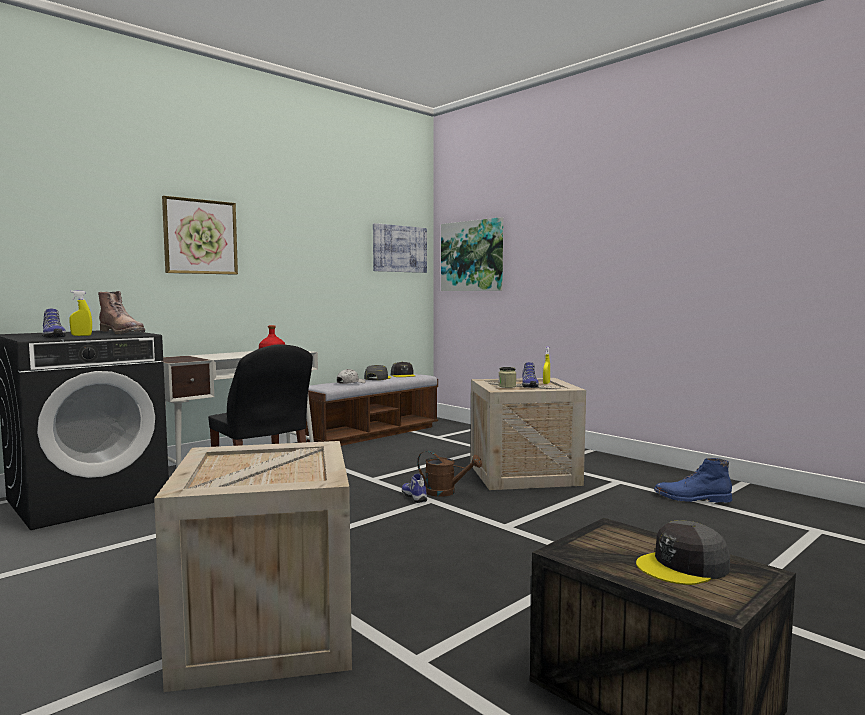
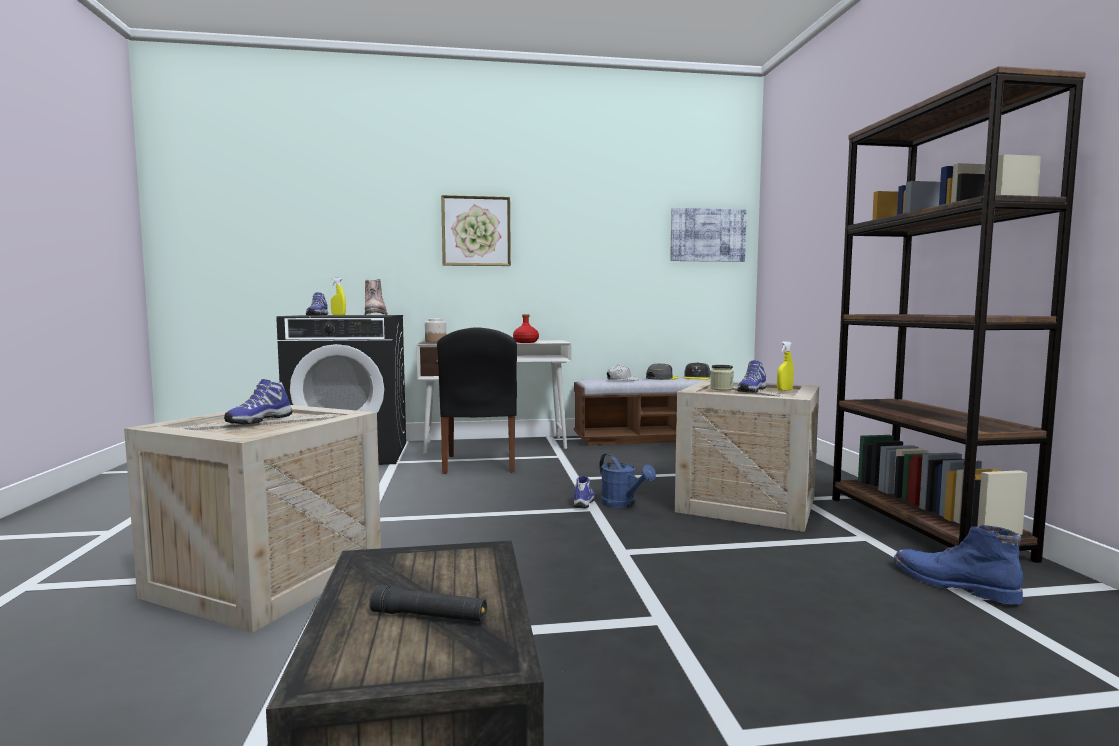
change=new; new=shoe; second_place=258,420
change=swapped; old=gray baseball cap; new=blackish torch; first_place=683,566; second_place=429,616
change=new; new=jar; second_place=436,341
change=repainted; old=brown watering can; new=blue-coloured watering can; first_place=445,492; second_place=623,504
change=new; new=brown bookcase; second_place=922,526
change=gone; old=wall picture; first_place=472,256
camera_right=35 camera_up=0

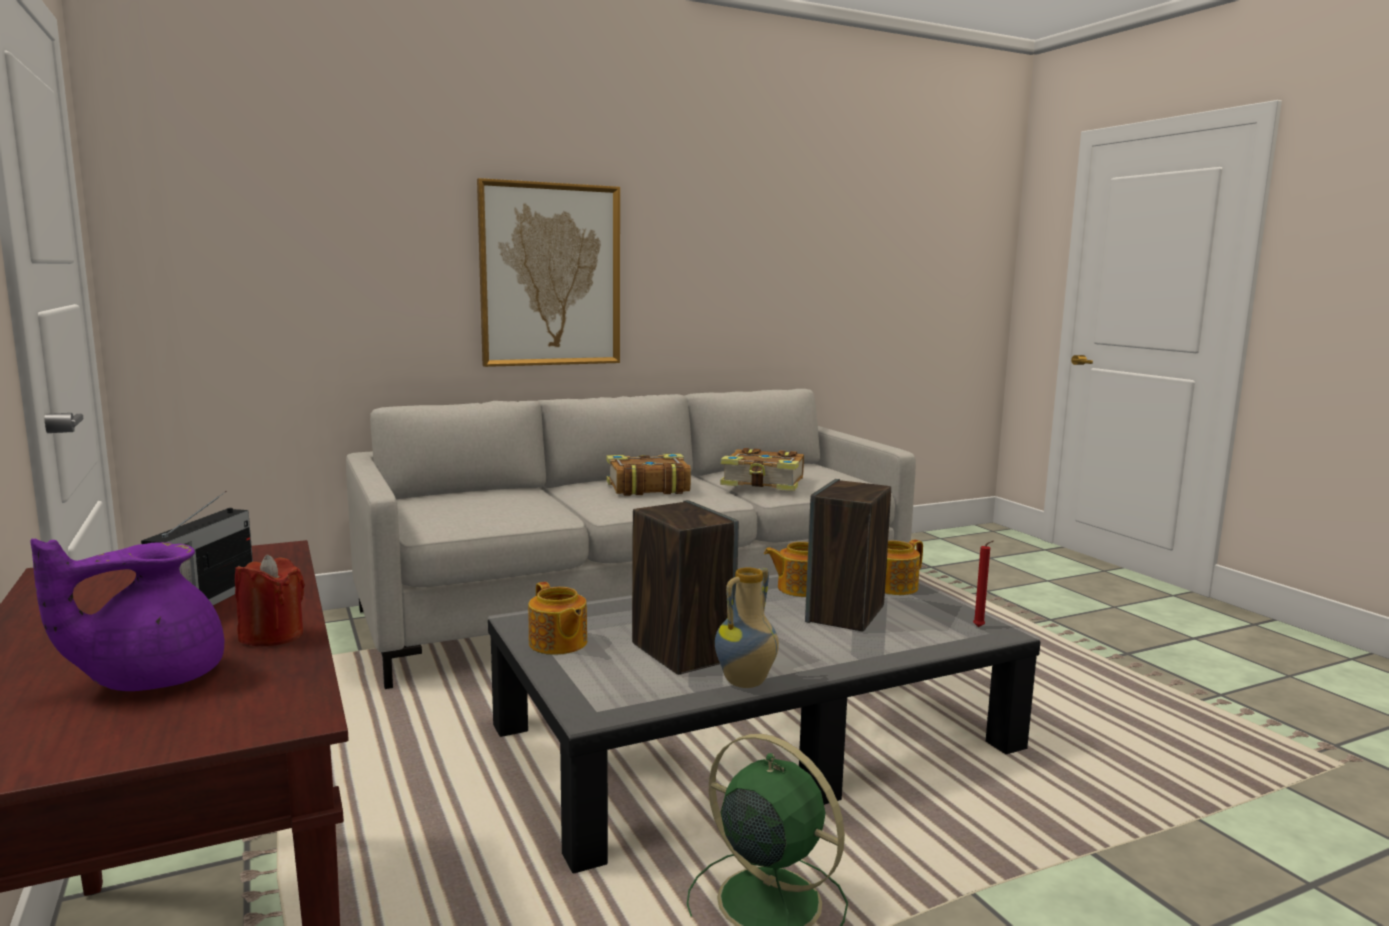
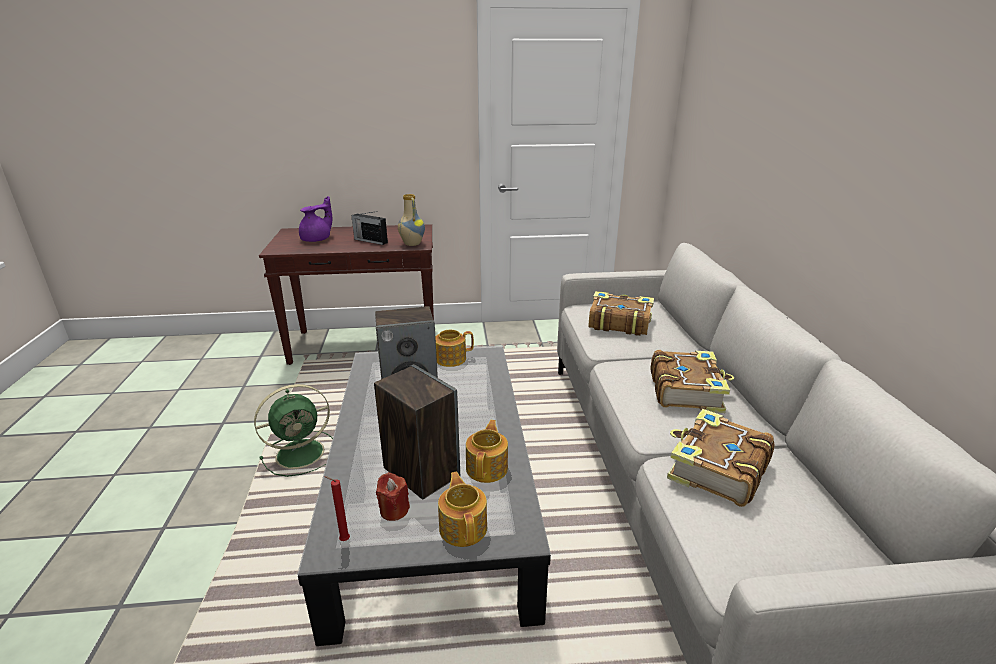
change=rotated; old=purple tea pot; first_place=150,678; second_place=317,239; degrees=60
change=shifted; old=red-coloured wax candle; first_place=272,636; second_place=394,510
change=shifted; old=vase; first_place=746,683; second_place=411,244
change=new; new=volume; second_place=618,322
change=gone; old=wall picture; first_place=550,275
camera_right=110 camera_up=15

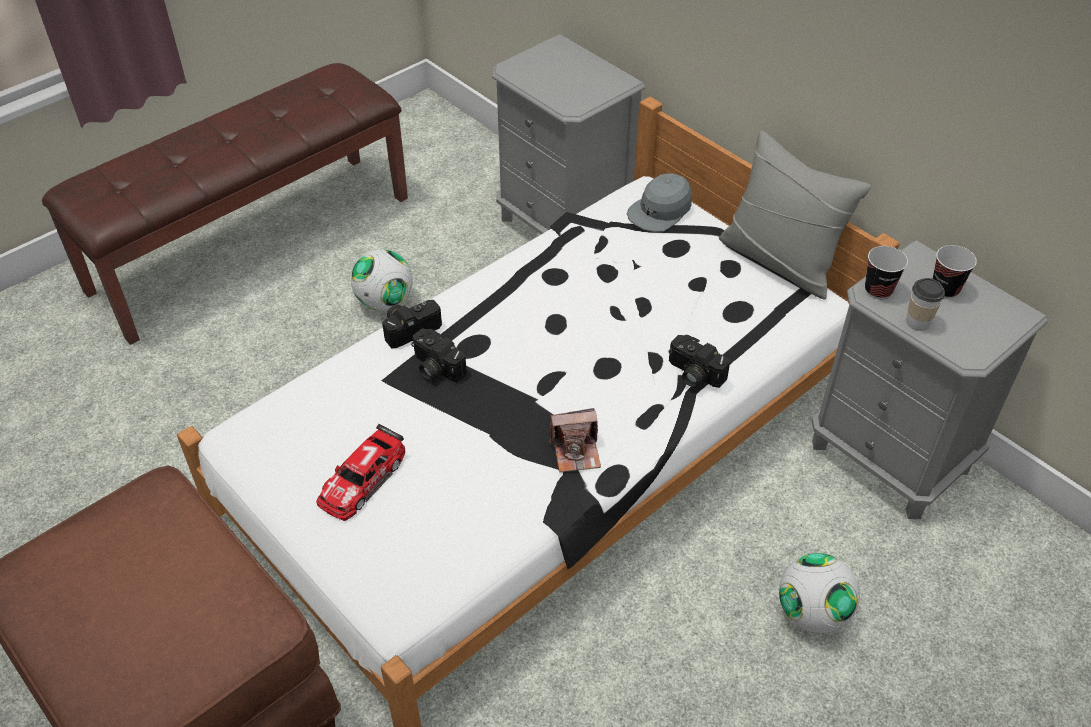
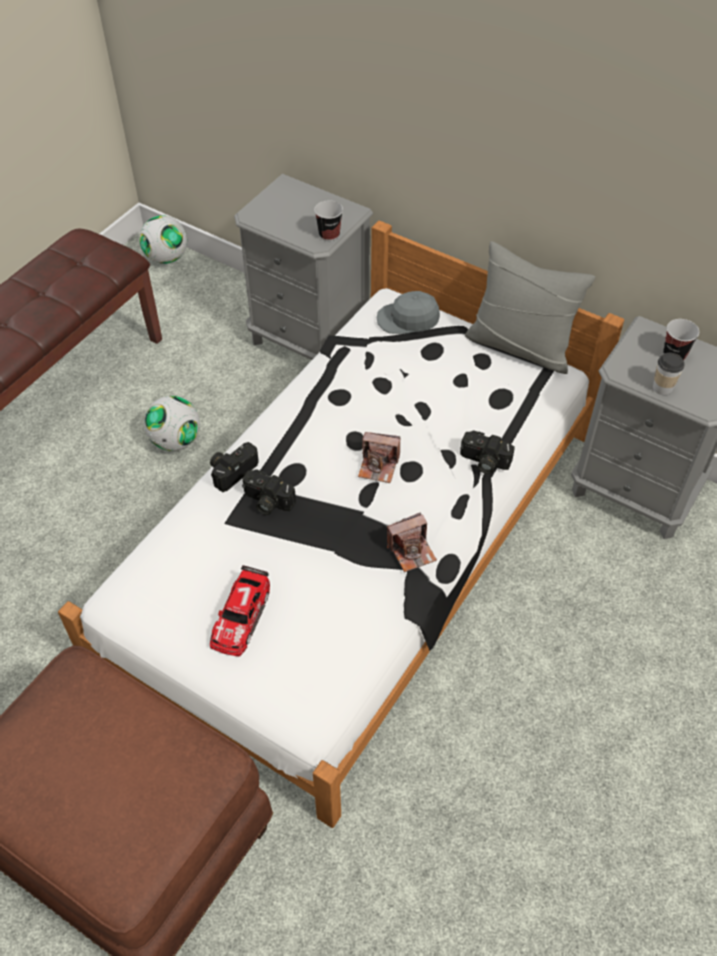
change=shifted; old=football; first_place=812,613; second_place=166,258
change=shifted; old=small cup; first_place=878,290; second_place=329,235
change=new; new=photo camera; second_place=378,466
change=rotated; old=gray baseball cap; first_place=660,210; second_place=408,319; degrees=60
camera_right=-15 camera_up=5

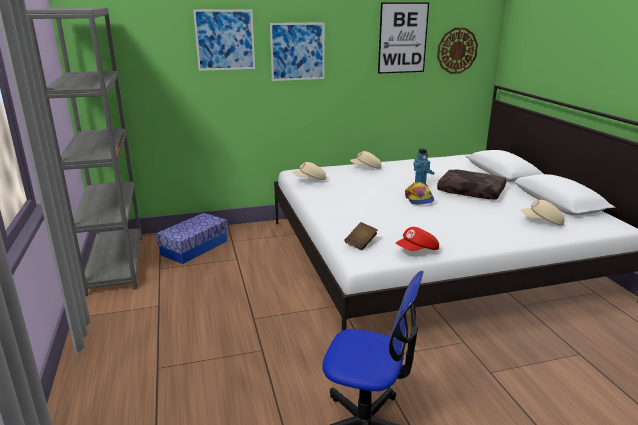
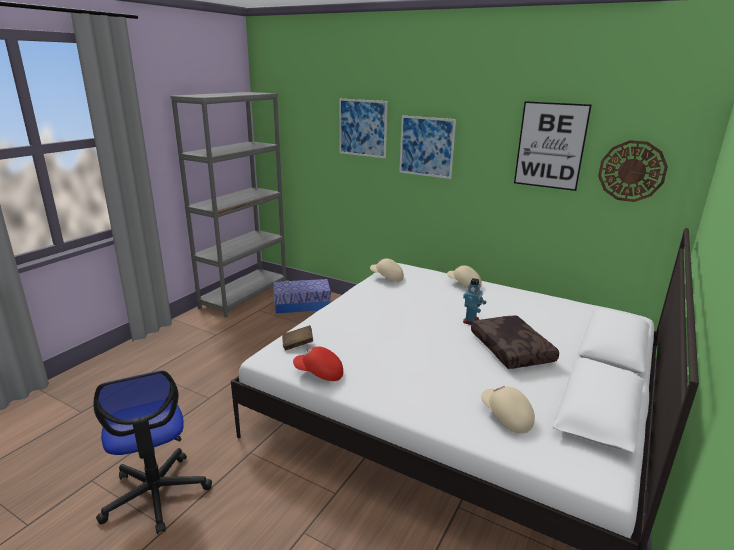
change=gone; old=baseball cap; first_place=419,199
camera_right=45 camera_up=0

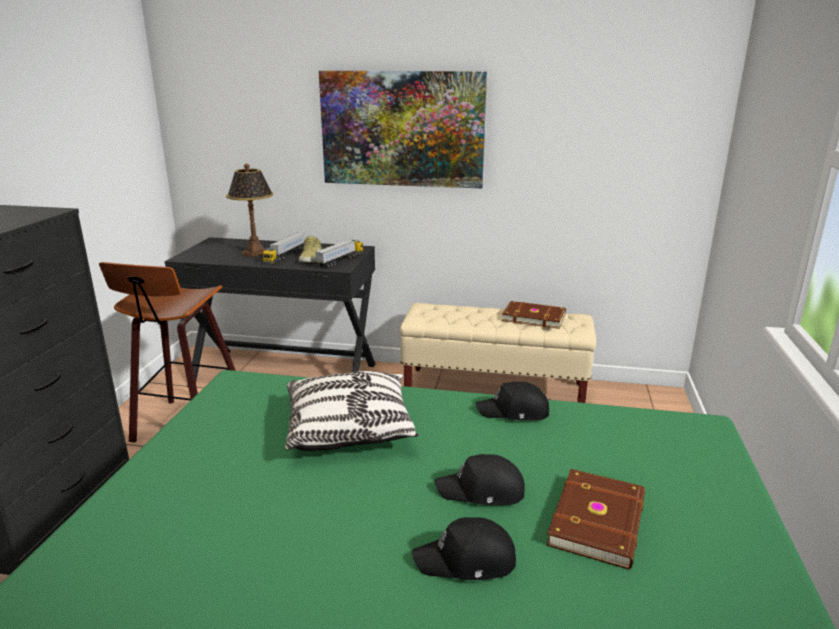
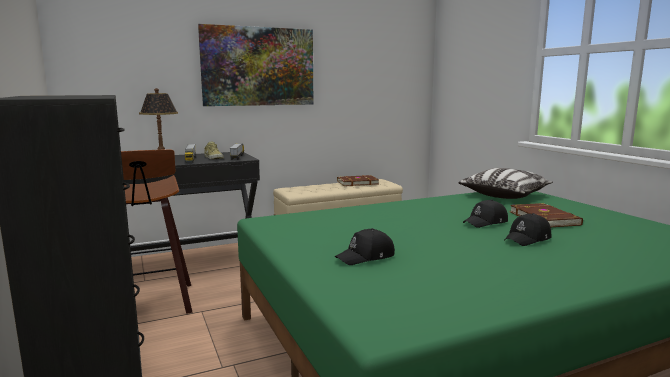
change=shifted; old=blackish baseball cap; first_place=514,412; second_place=366,257
change=shifted; old=cushion; first_place=349,428; second_place=504,195
camera_right=-35 camera_up=-10

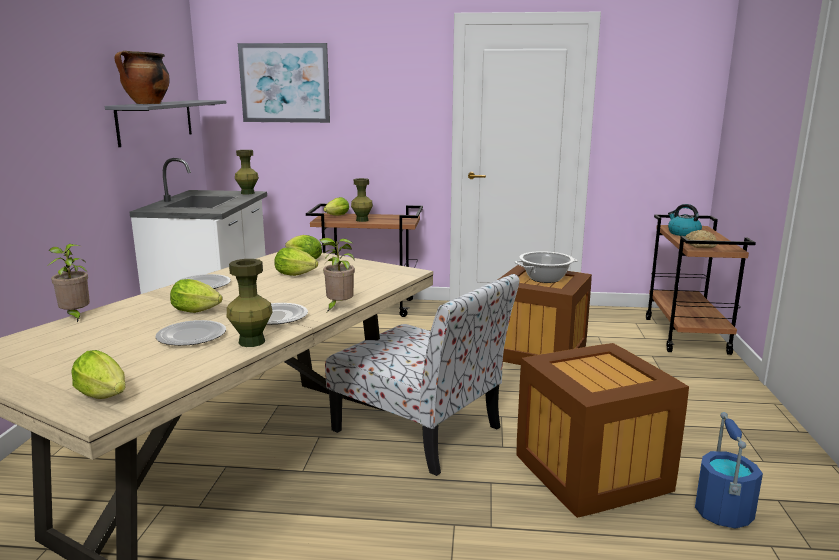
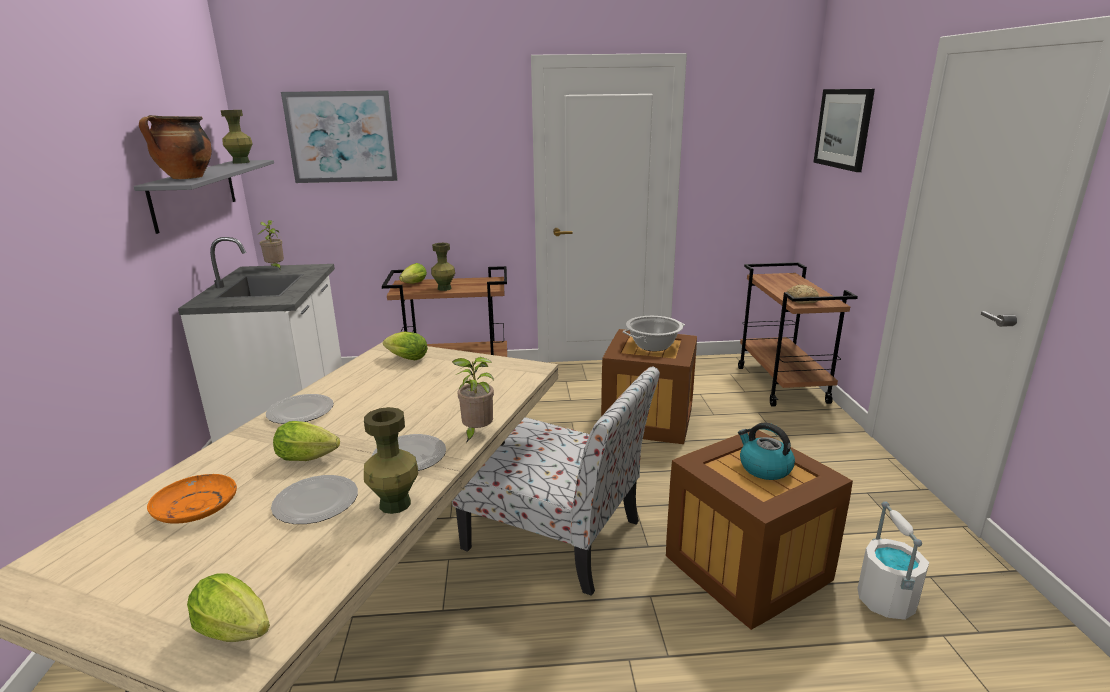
change=new; new=orange plate; second_place=195,508
change=shifted; old=greenish vase; first_place=247,193; second_place=241,162
change=shifted; old=potted plant; first_place=75,317; second_place=275,268
change=shifted; old=tea kettle; first_place=683,233; second_place=764,468
change=new; new=wall picture; second_place=843,128
change=repainted; old=blue-coloured pail; new=white-coloured pail; first_place=722,512; second_place=885,600
change=gone; old=lettuce; first_place=297,275
camera_right=-10 camera_up=5

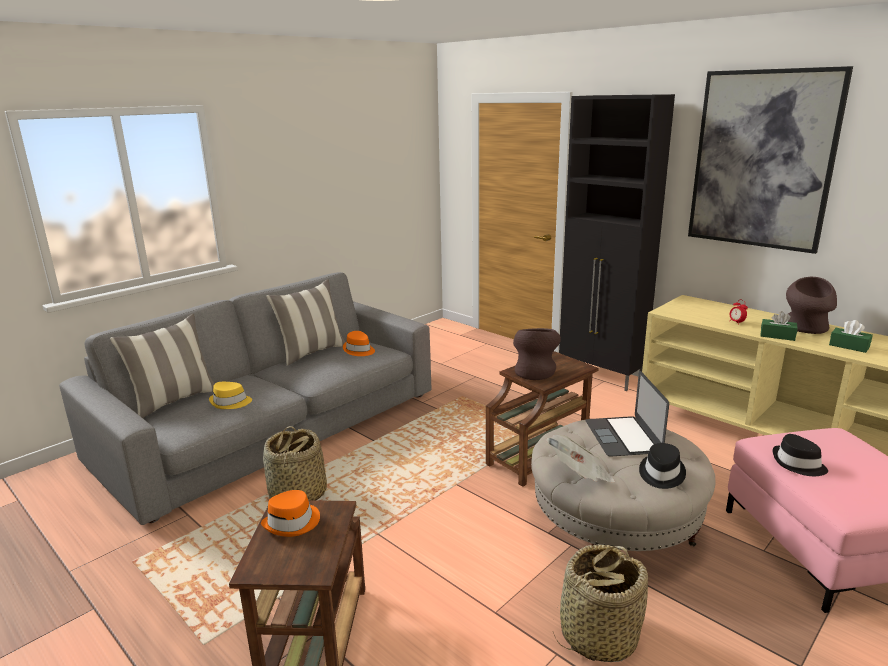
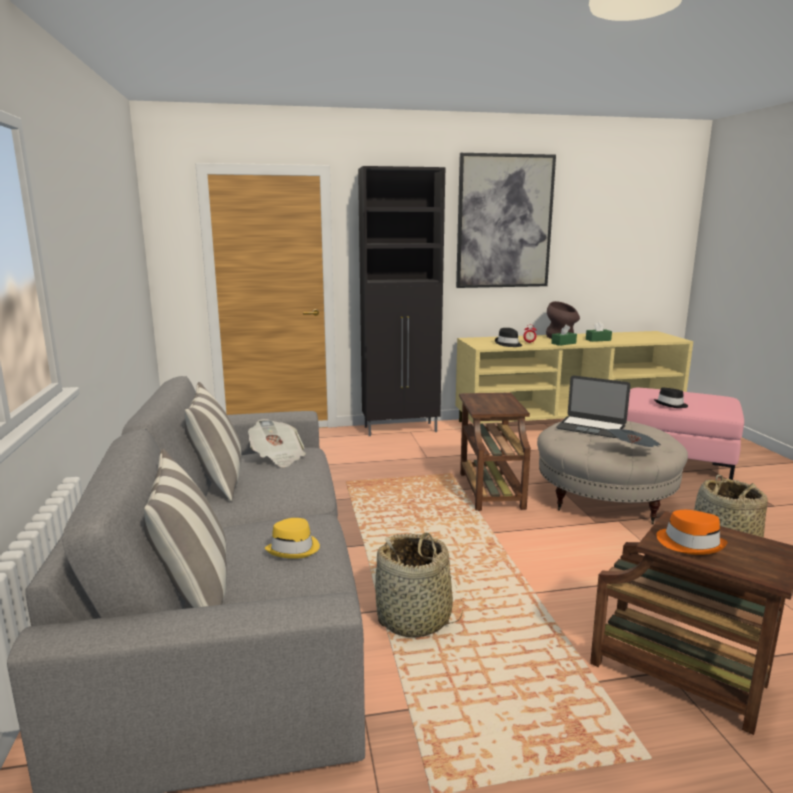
change=swapped; old=orange hat; new=daily paper; first_place=359,350; second_place=277,457
change=shifted; old=blackish hat; first_place=661,473; second_place=508,344
change=gone; old=brown vase; first_place=534,371
camera_right=-55 camera_up=-5

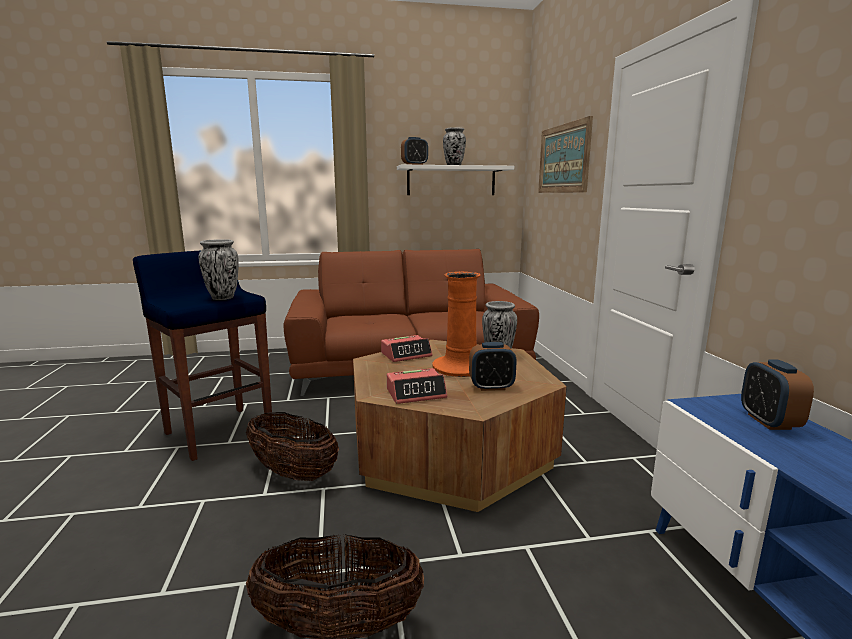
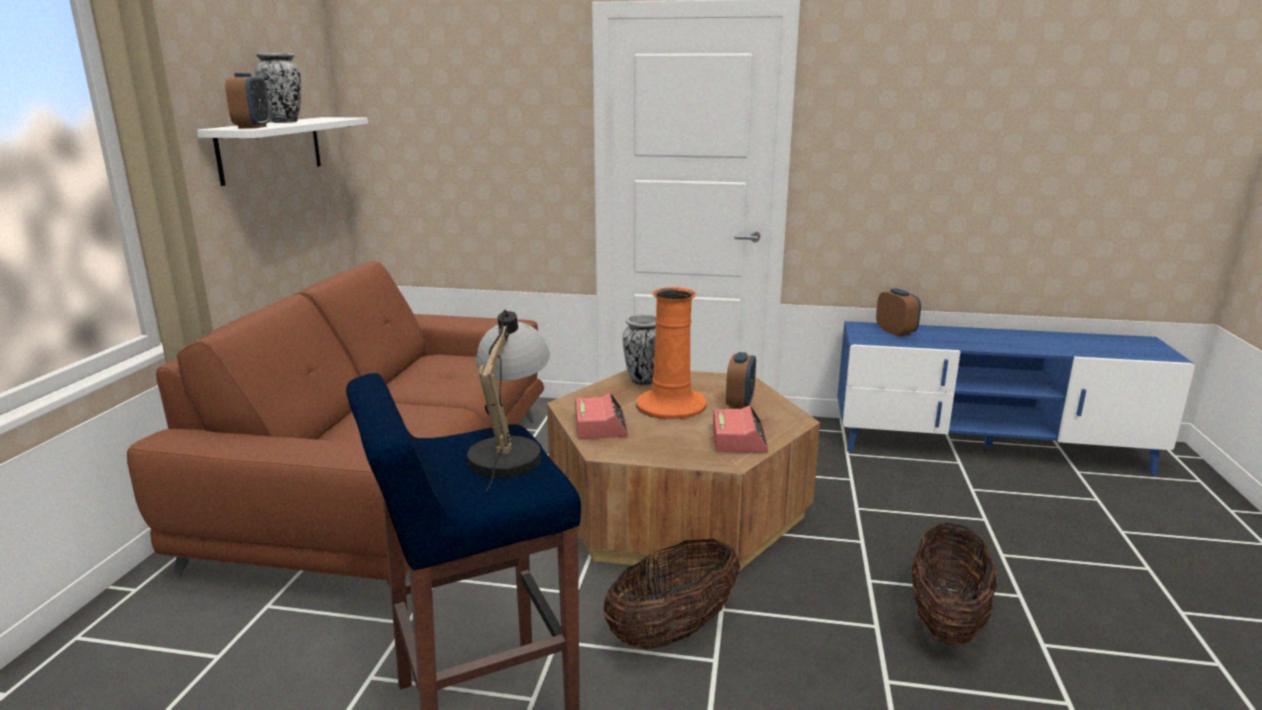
change=swapped; old=vase; new=tabletop lamp; first_place=222,297; second_place=509,450
change=rotated; old=table clock; first_place=769,422; second_place=896,332; degrees=-135
change=gone; old=wall picture; first_place=563,159
camera_right=-70 camera_up=5

